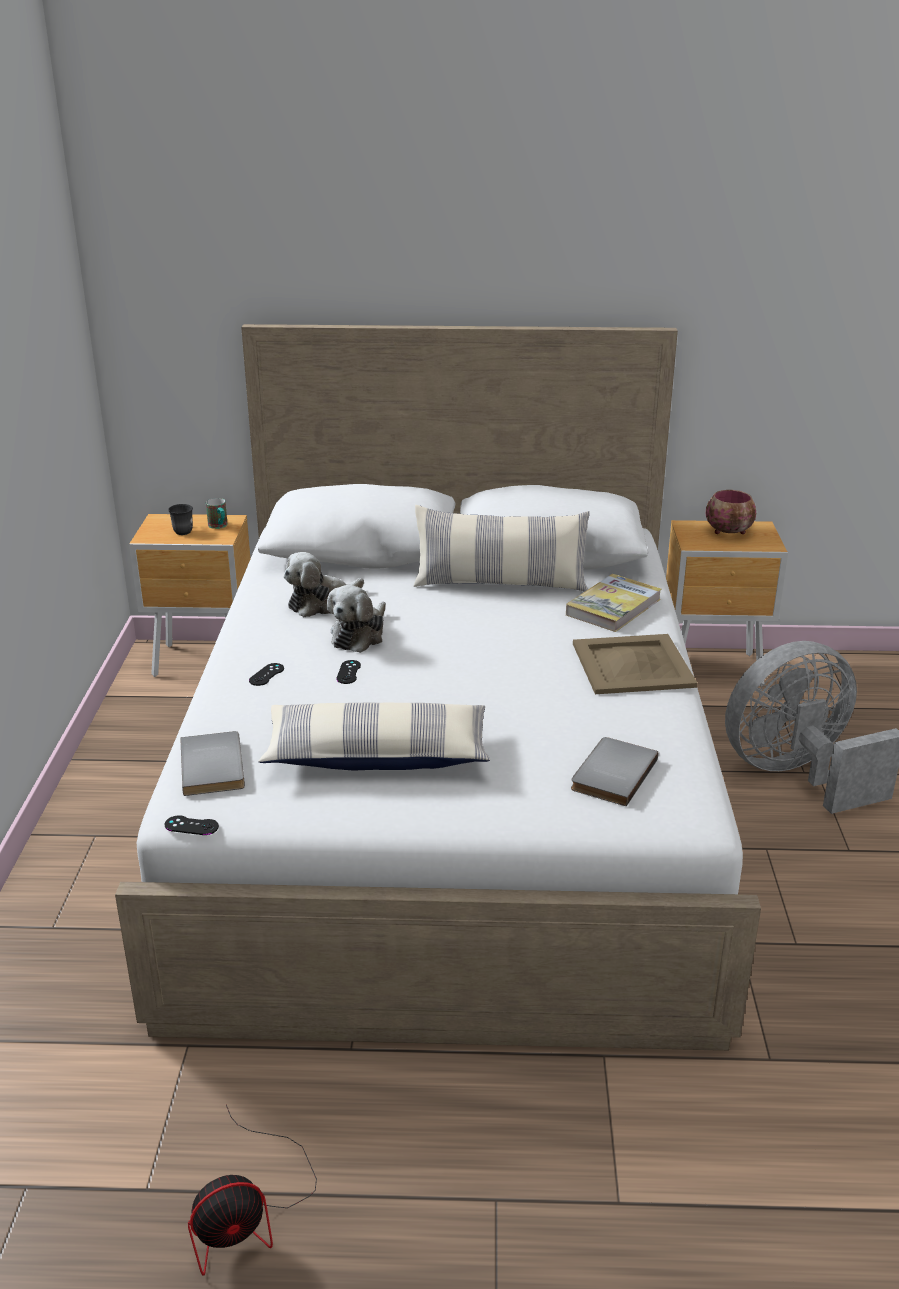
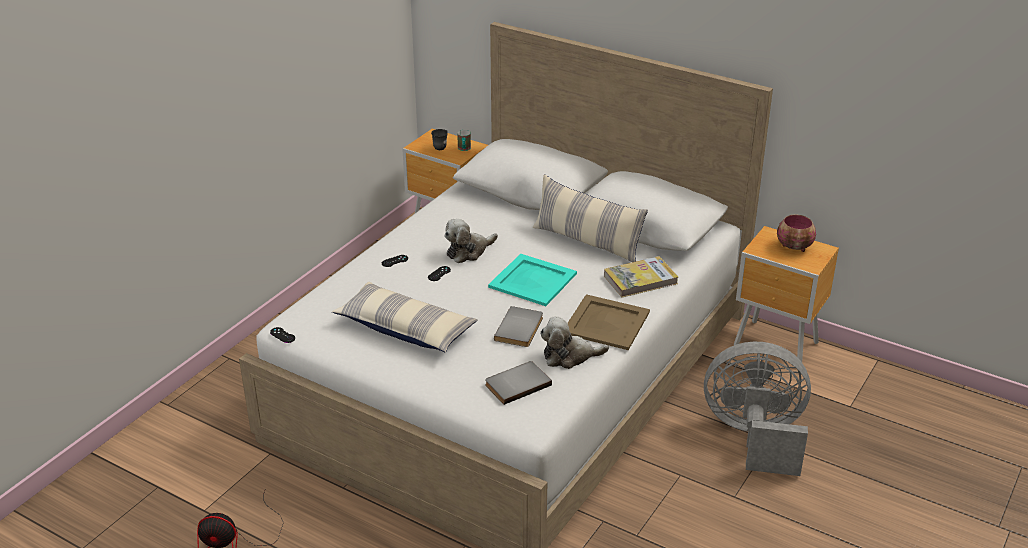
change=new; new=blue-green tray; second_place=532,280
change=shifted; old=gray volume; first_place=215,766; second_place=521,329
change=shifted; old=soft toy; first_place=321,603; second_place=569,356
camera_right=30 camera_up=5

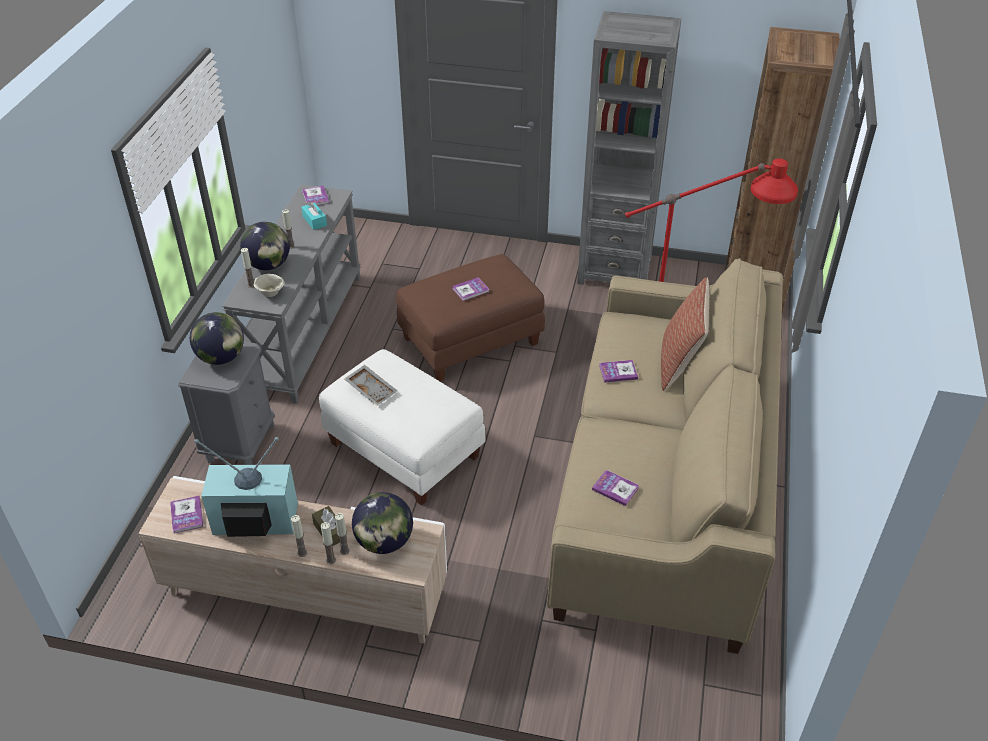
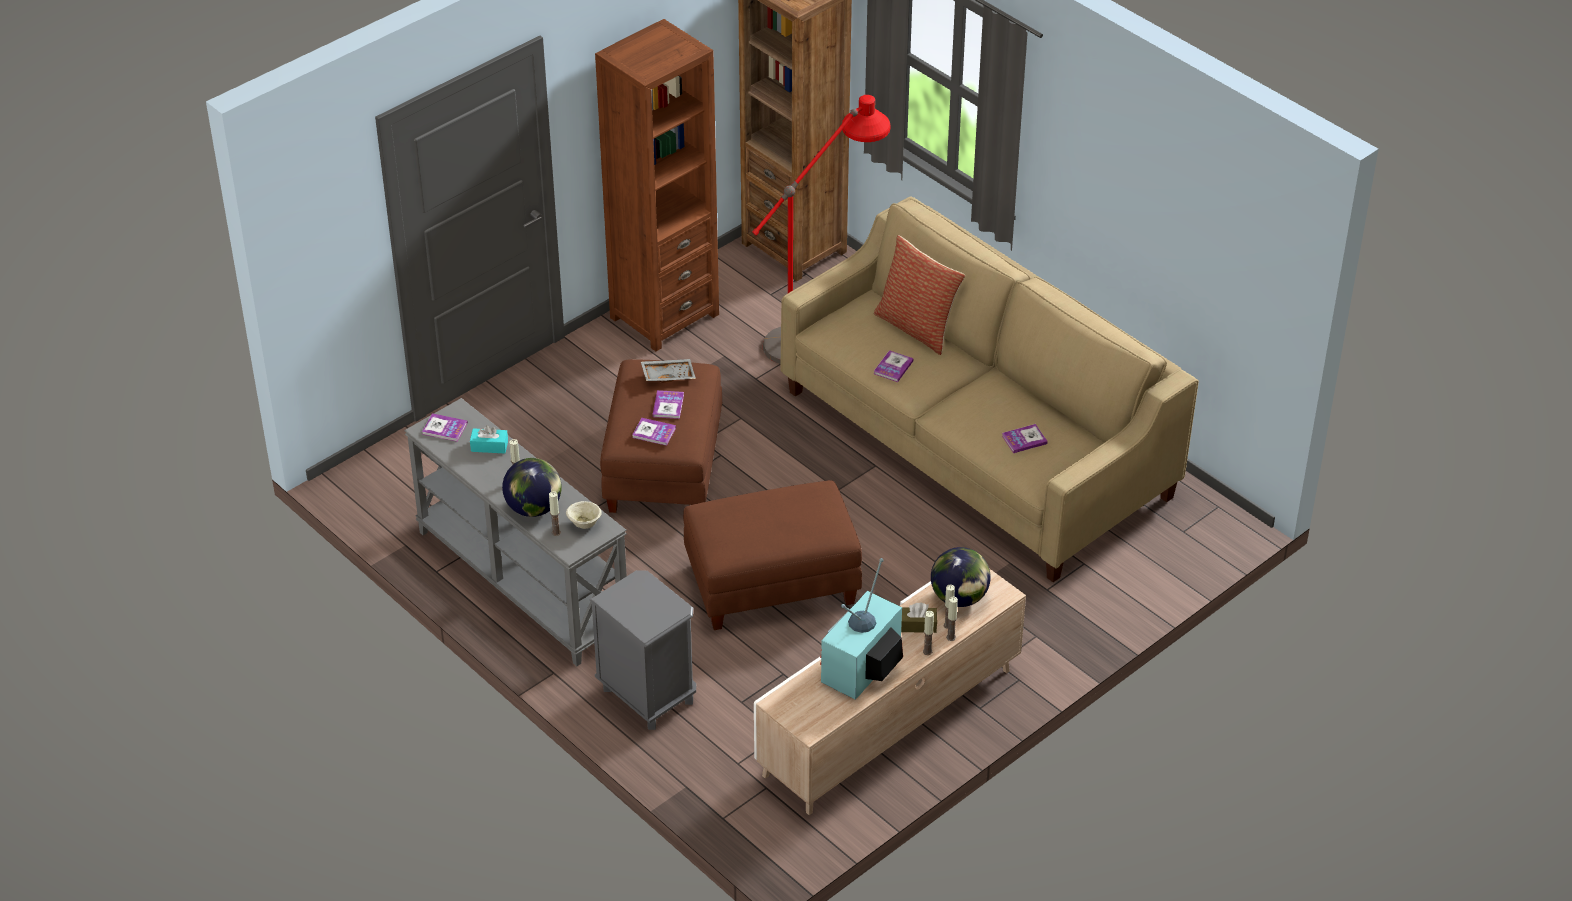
change=repainted; old=gray bookcase; new=brown bookcase; first_place=614,271; second_place=664,316
change=shifted; old=volume; first_place=187,515; second_place=654,432
change=shifted; old=gray tray; first_place=372,389; second_place=668,375
change=repainted; old=white-coloured ottoman; new=brown ottoman; first_place=403,450; second_place=771,585
change=gone; old=globe; first_place=221,358
camera_right=-55 camera_up=0

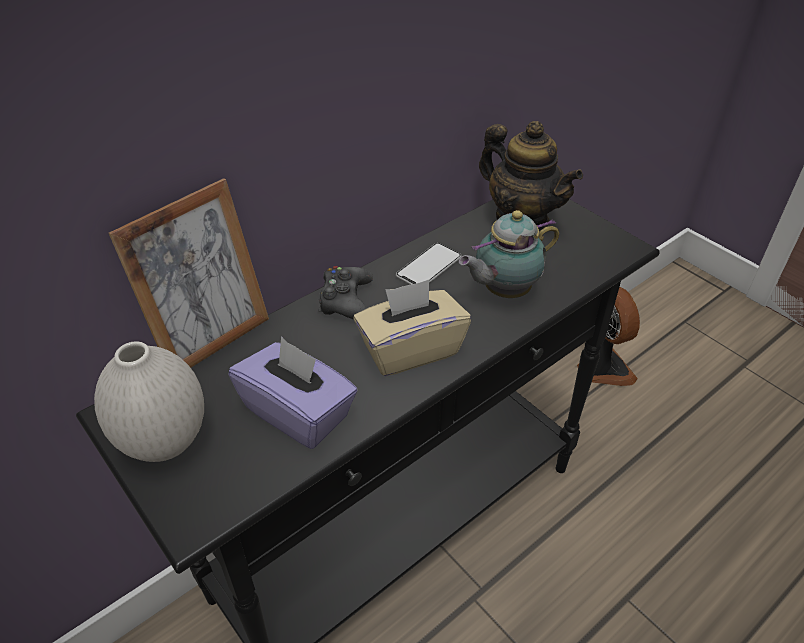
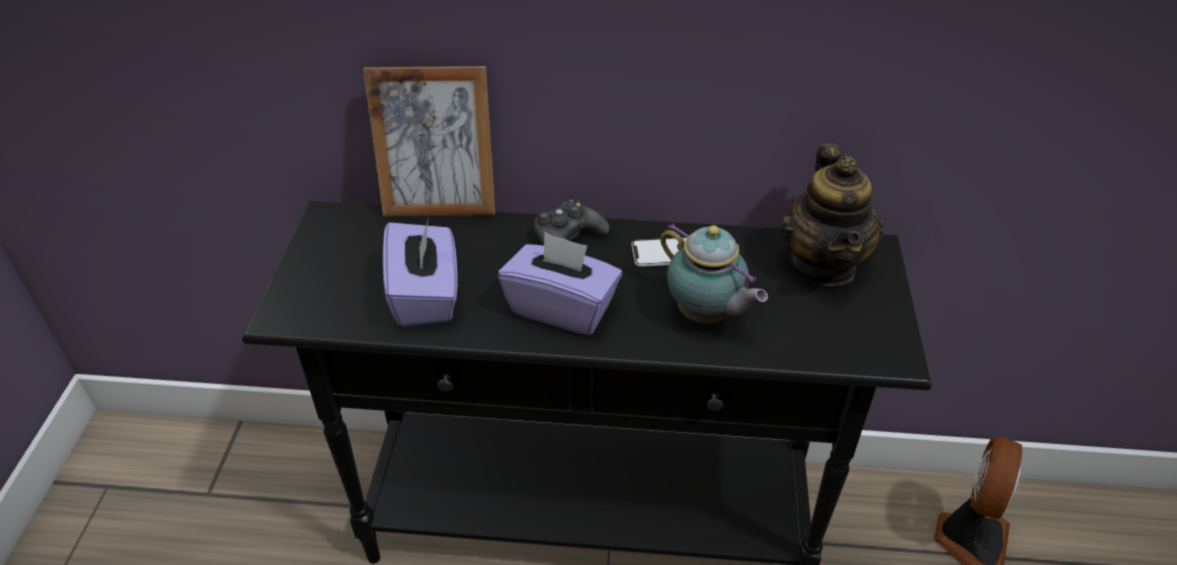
change=repainted; old=sand-coloured tissue holder; new=purple tissue holder; first_place=410,349; second_place=562,307
change=rotated; old=tea pot; first_place=503,291; second_place=706,315; degrees=-150
change=gone; old=white-coloured vase; first_place=166,442
camera_right=45 camera_up=0

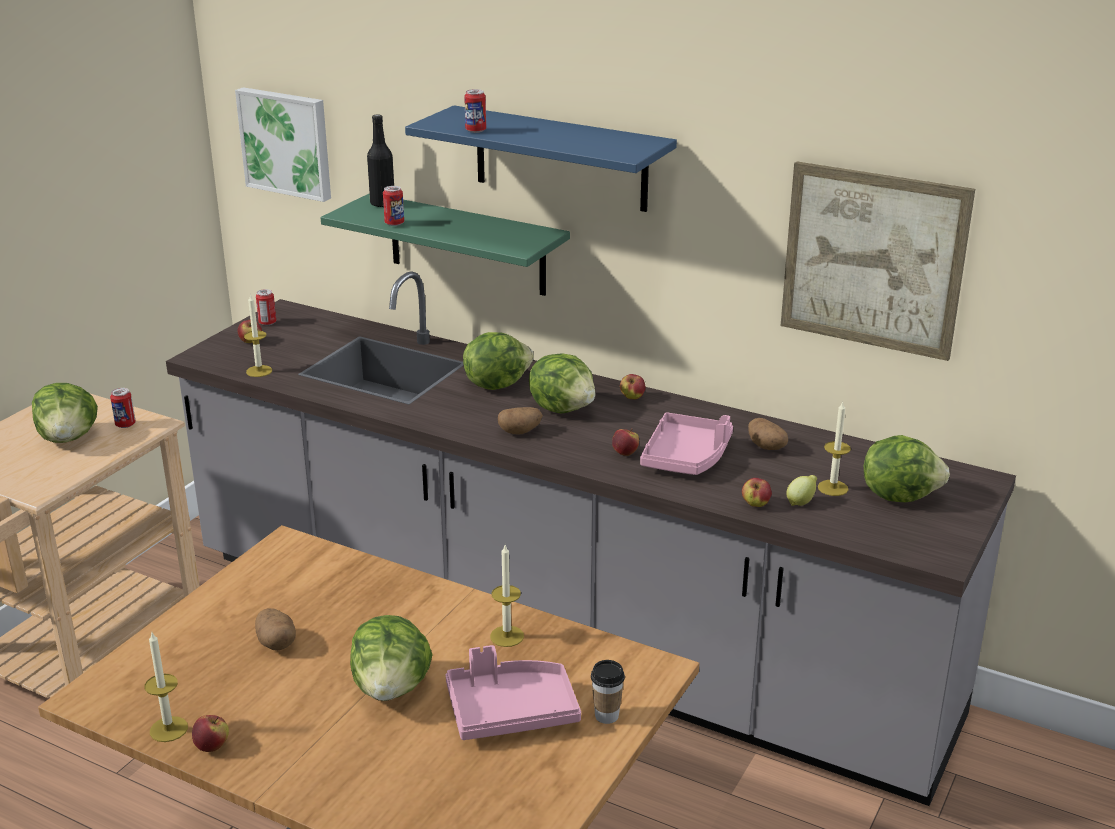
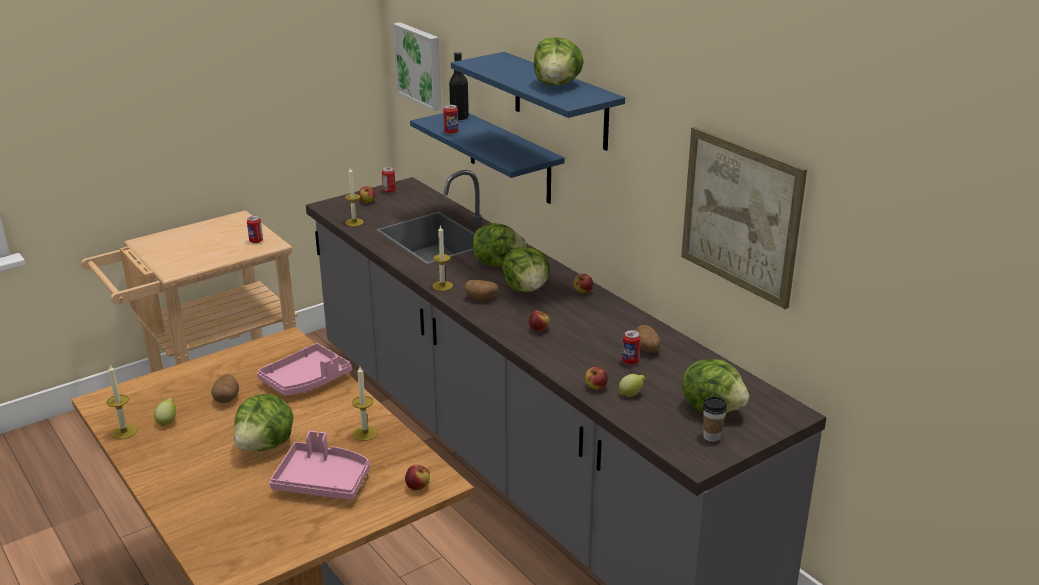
change=new; new=citrus fruit; second_place=167,421
change=shifted; old=pink-coloured tray; first_place=687,457; second_place=306,380
change=shifted; old=apple fruit; first_place=212,746; second_place=418,487
change=repainted; old=greenish bracket shelf; new=blue-coloured bracket shelf; first_place=467,245; second_place=509,157
change=shifted; old=wax candle; first_place=833,488; second_place=442,286
change=shifted; old=lettuce; first_place=69,438; second_place=557,84
change=shifted; old=metal can; first_place=475,130; second_place=630,361
change=shifted; old=small cup; first_place=606,716; second_place=711,436
camera_right=25 camera_up=0

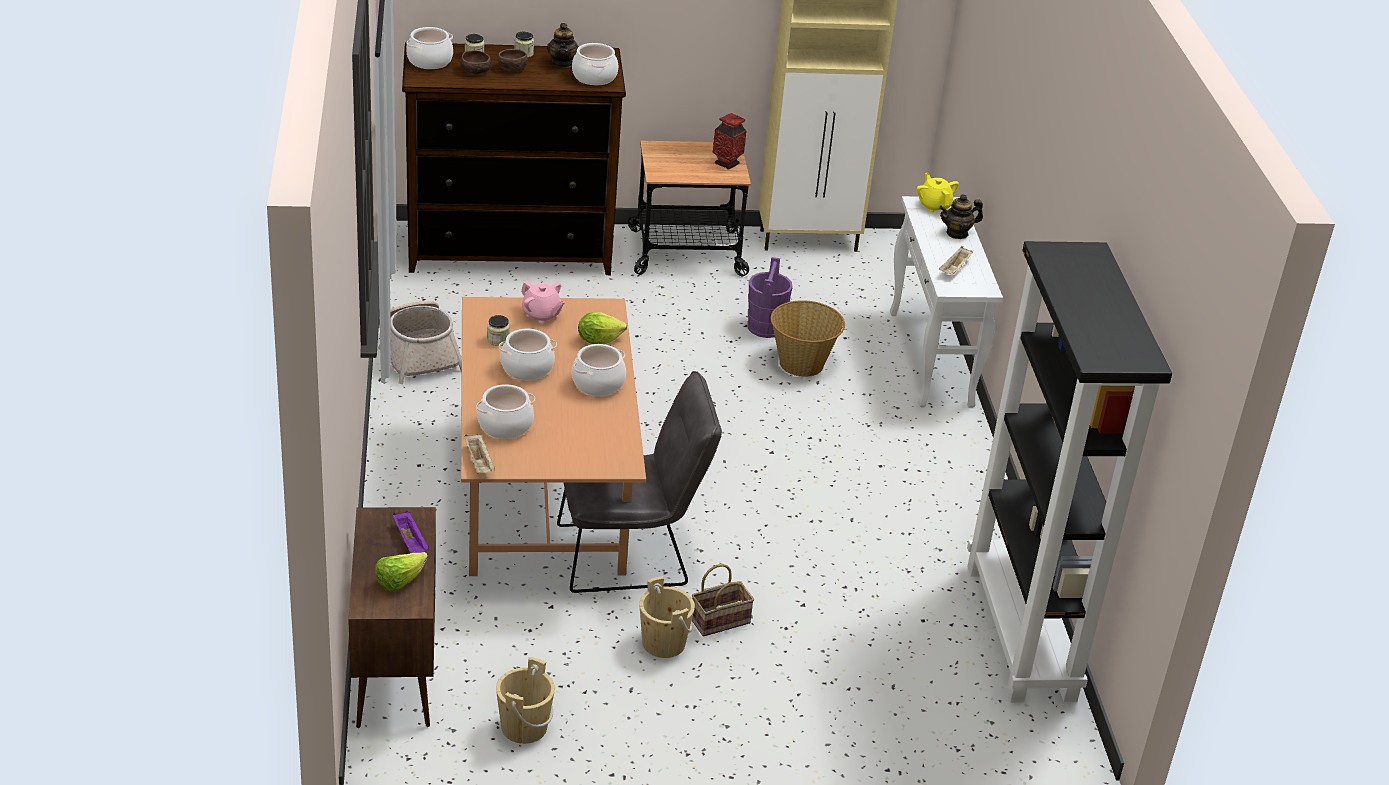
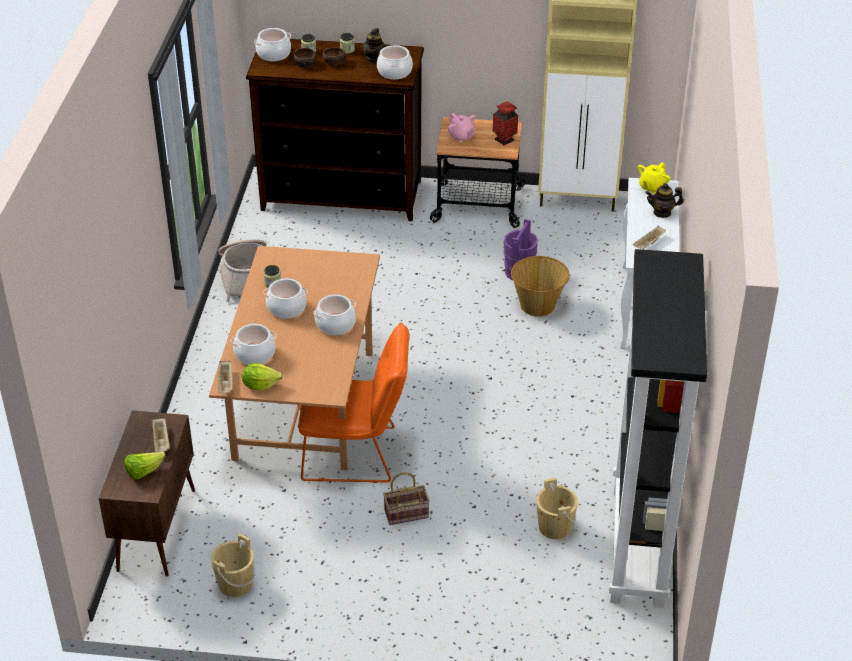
change=repainted; old=purple tray; new=sand-coloured tray; first_place=411,542; second_place=161,441
change=shifted; old=lettuce; first_place=598,340; second_place=260,385
change=repainted; old=gray plain chair; new=orange plain chair; first_place=632,555; second_place=357,454
change=shifted; old=pink-coloured tea pot; first_place=541,315; second_place=461,136
change=shifted; old=sand-coloured pail; first_place=663,643; second_place=555,527
change=rotated; old=yellow-coloured tea pot; first_place=934,206; second_place=652,187; degrees=-135
camera_right=15 camera_up=5

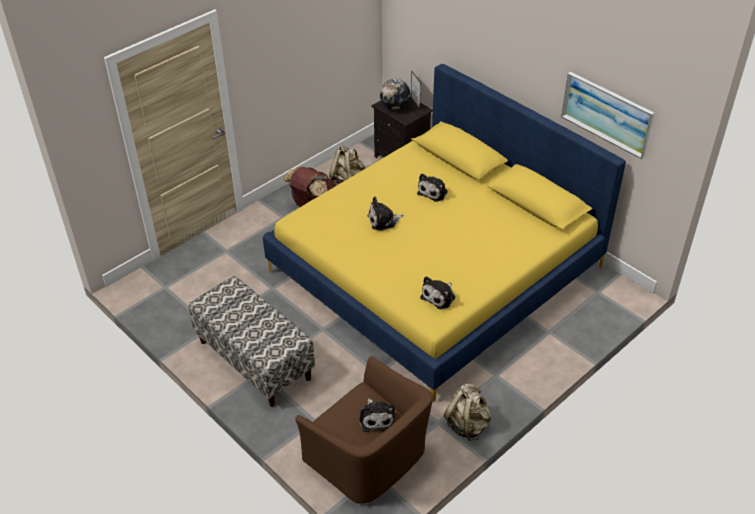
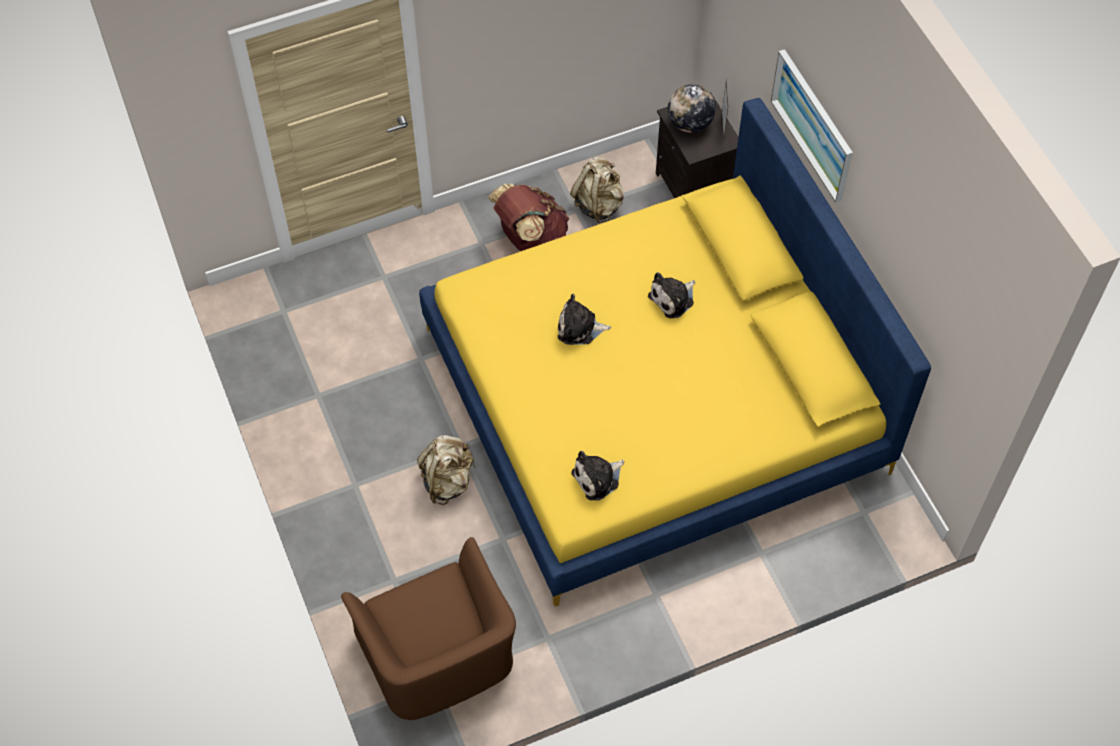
change=shifted; old=sand-coloured backpack; first_place=467,424; second_place=448,481
change=shifted; old=wall picture; first_place=607,114; second_place=813,124
change=gone; old=bench; first_place=254,360
change=gone; old=soft toy; first_place=376,417
camera_right=20 camera_up=15

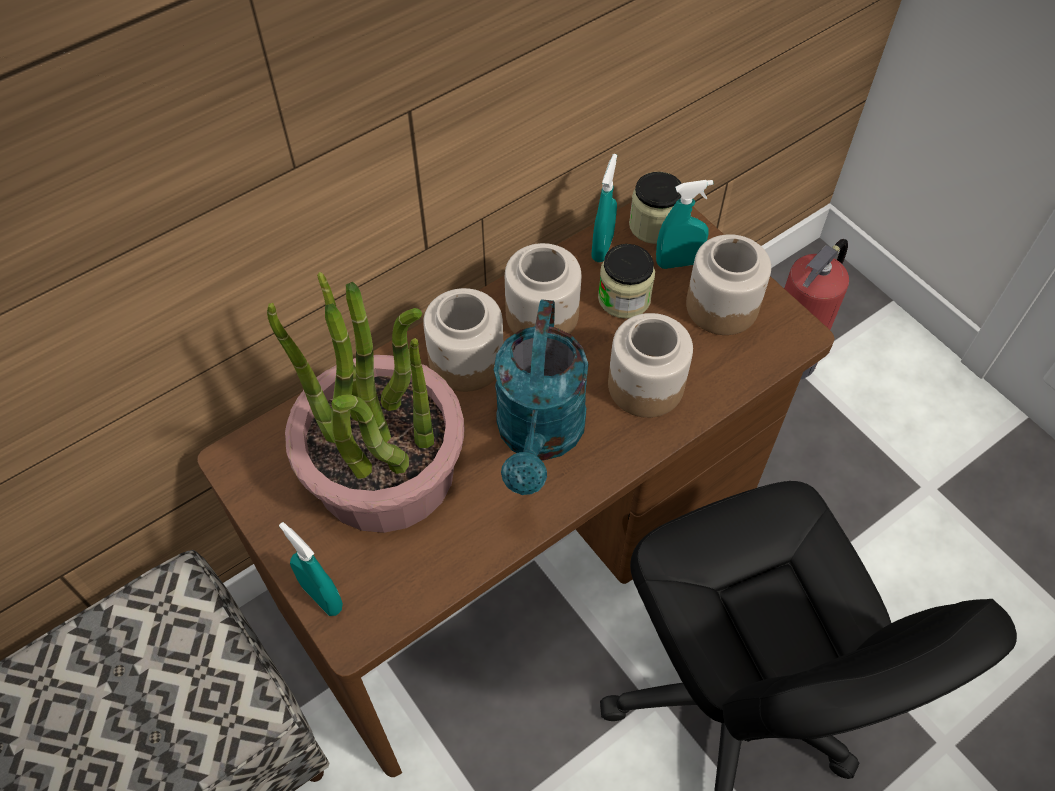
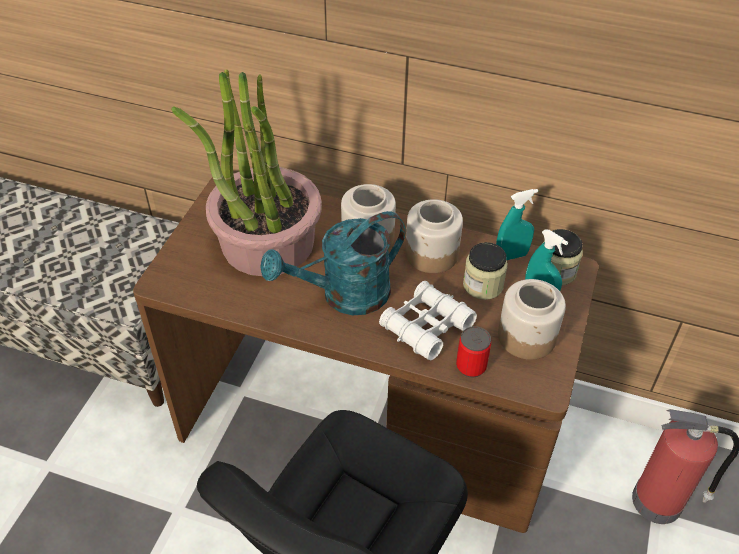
change=swapped; old=jar; new=white-coloured binoculars; first_place=644,385; second_place=426,327
change=new; new=metal can; second_place=471,366
change=gone; old=blue-green sprayer; first_place=322,597
camera_right=55 camera_up=-10

